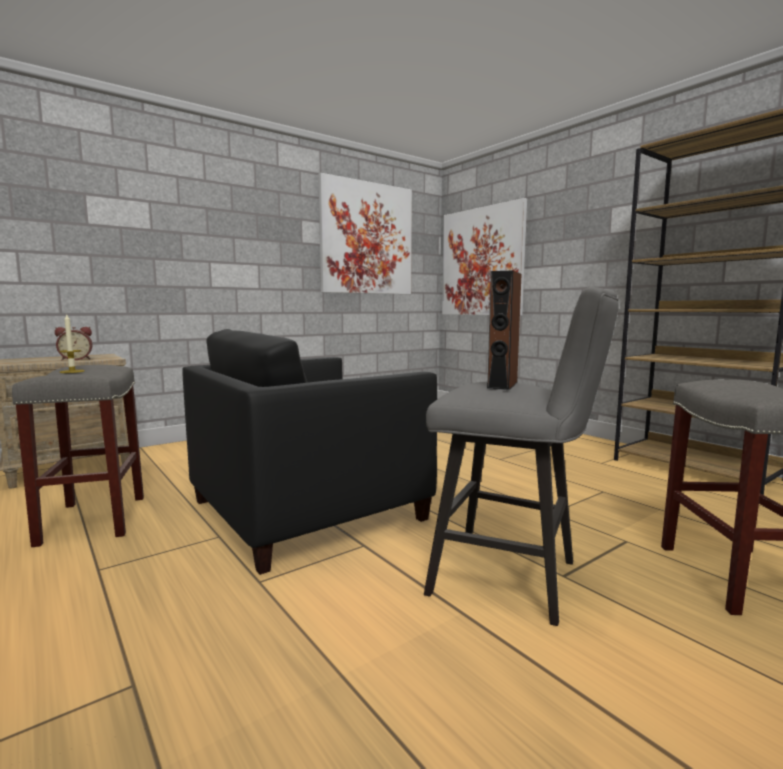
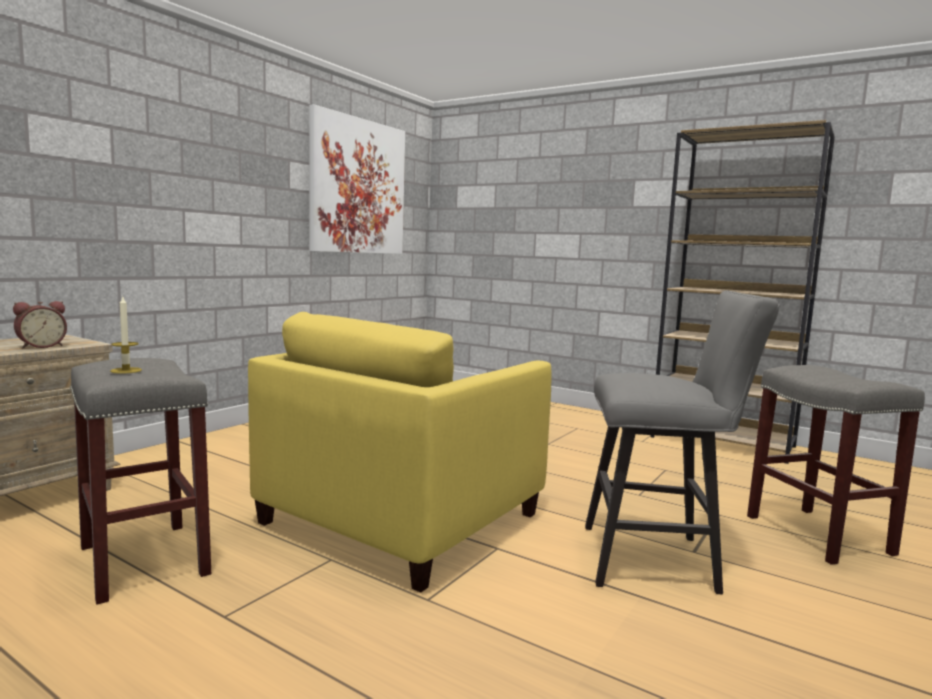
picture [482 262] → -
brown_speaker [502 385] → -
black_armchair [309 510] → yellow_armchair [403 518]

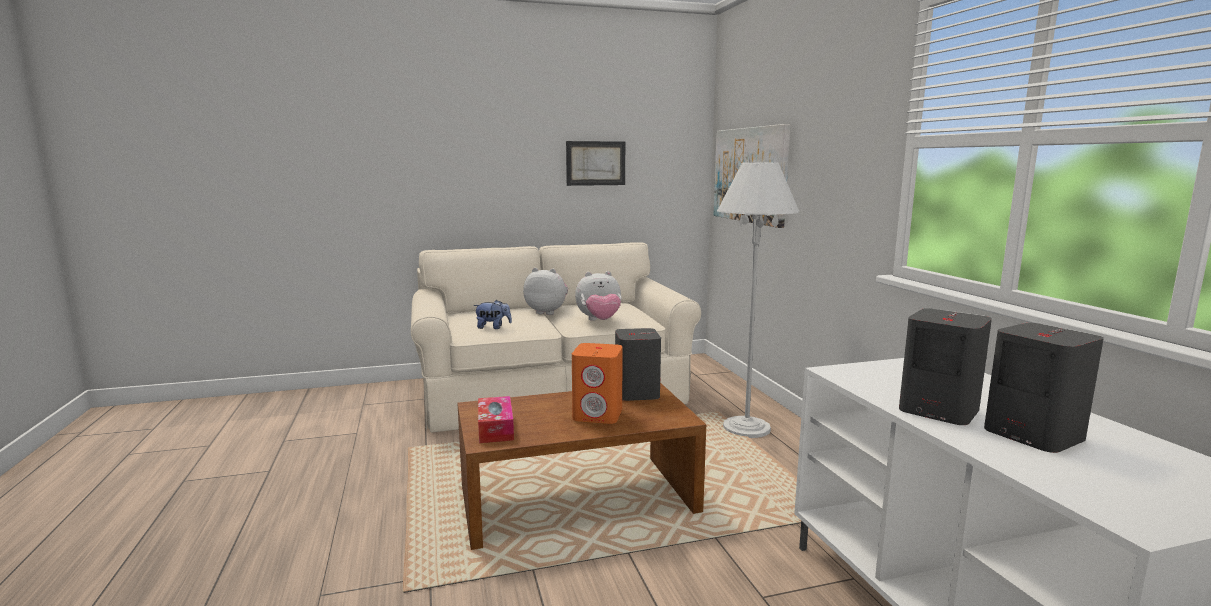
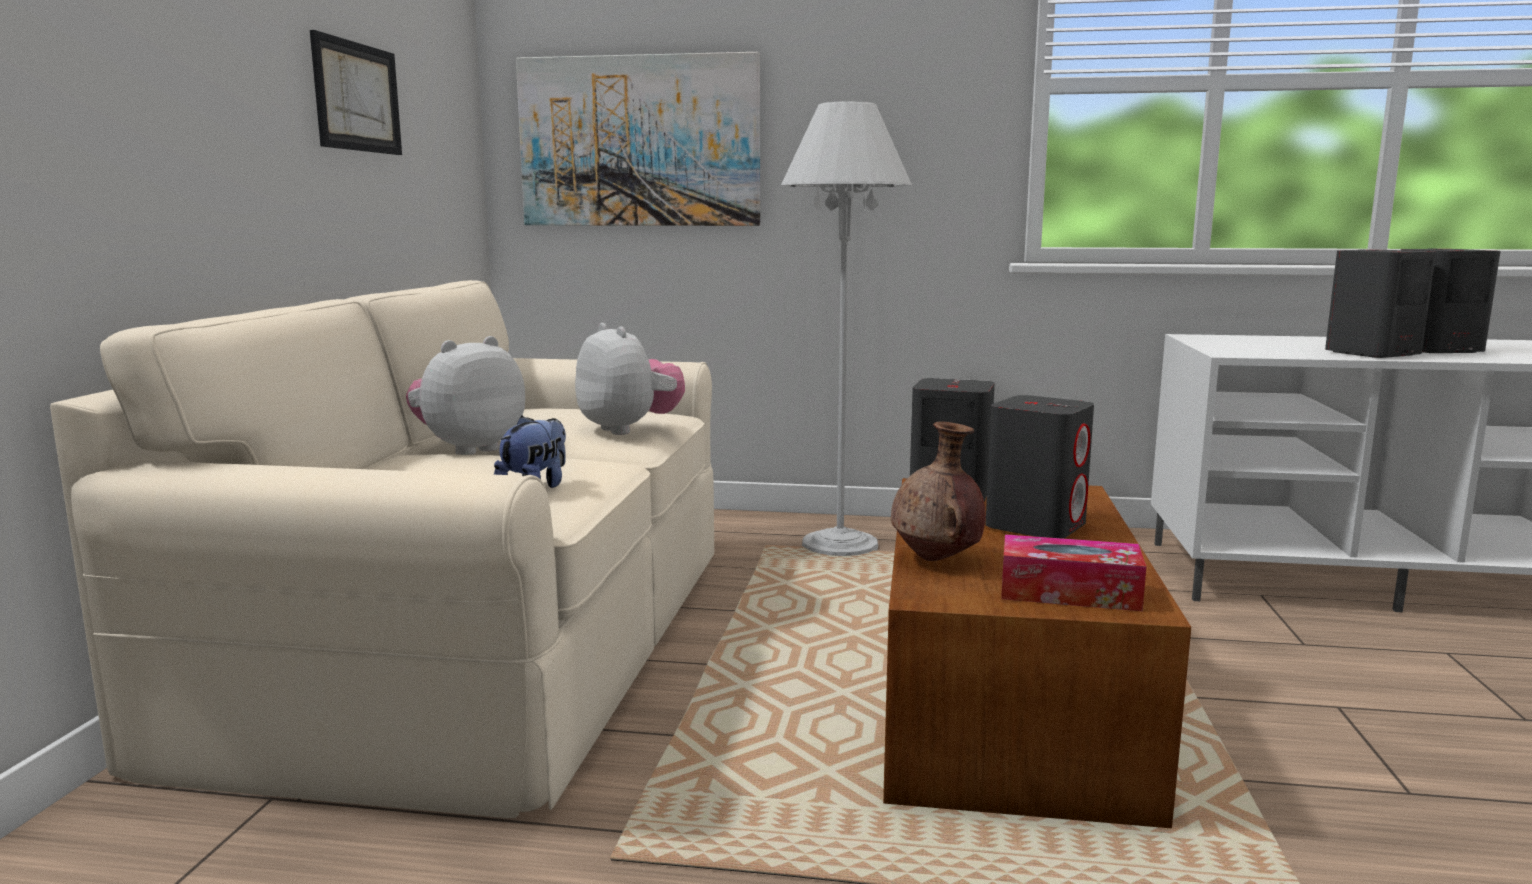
plush_toy [599 321] → plush_toy [629 429], 45 degrees counterclockwise
orange_speaker [598 415] → grey_speaker [1036 525]
- → brown_vase [937 559]

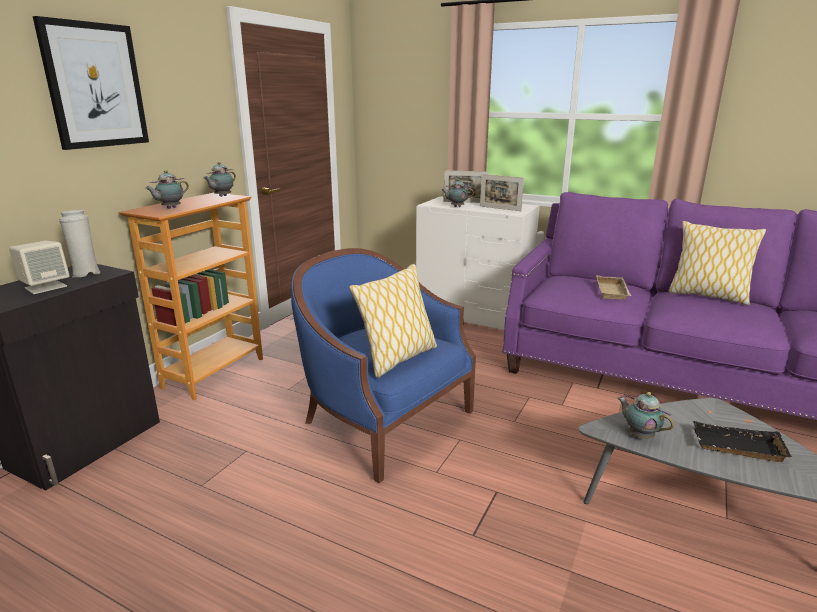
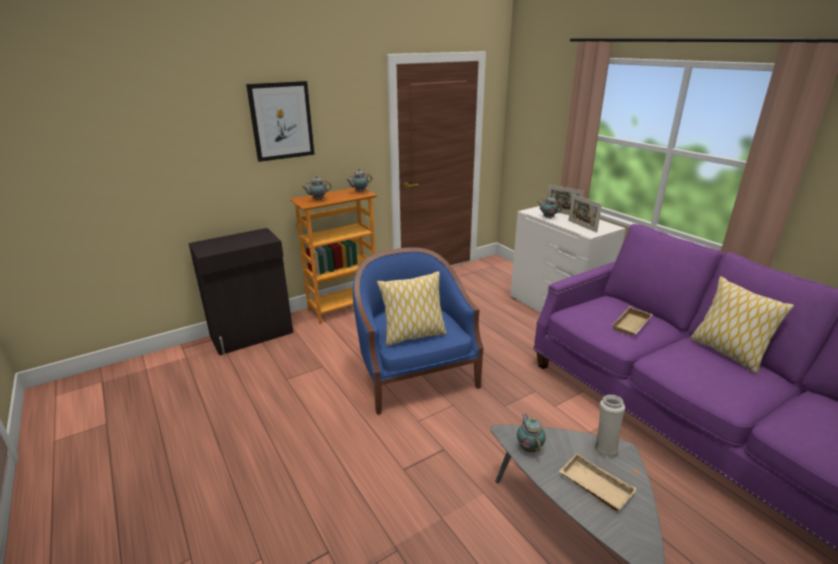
white_vase [86 274] → white_vase [604 447], move
beige_speaker [45 287] → -
black_tray [736 448] → beige_tray [593 486]

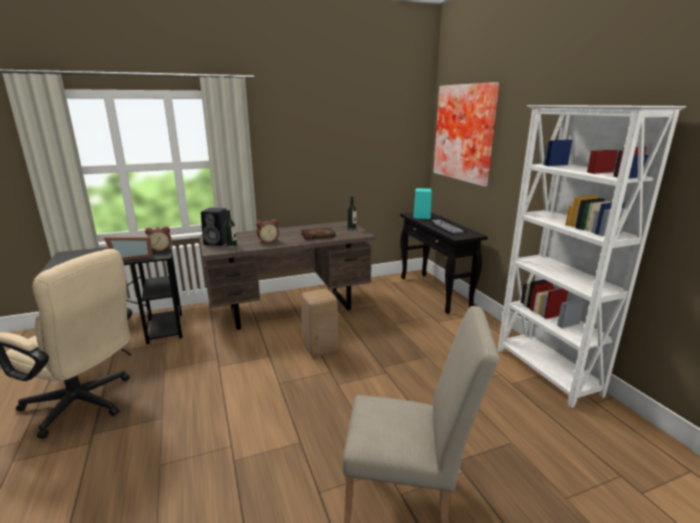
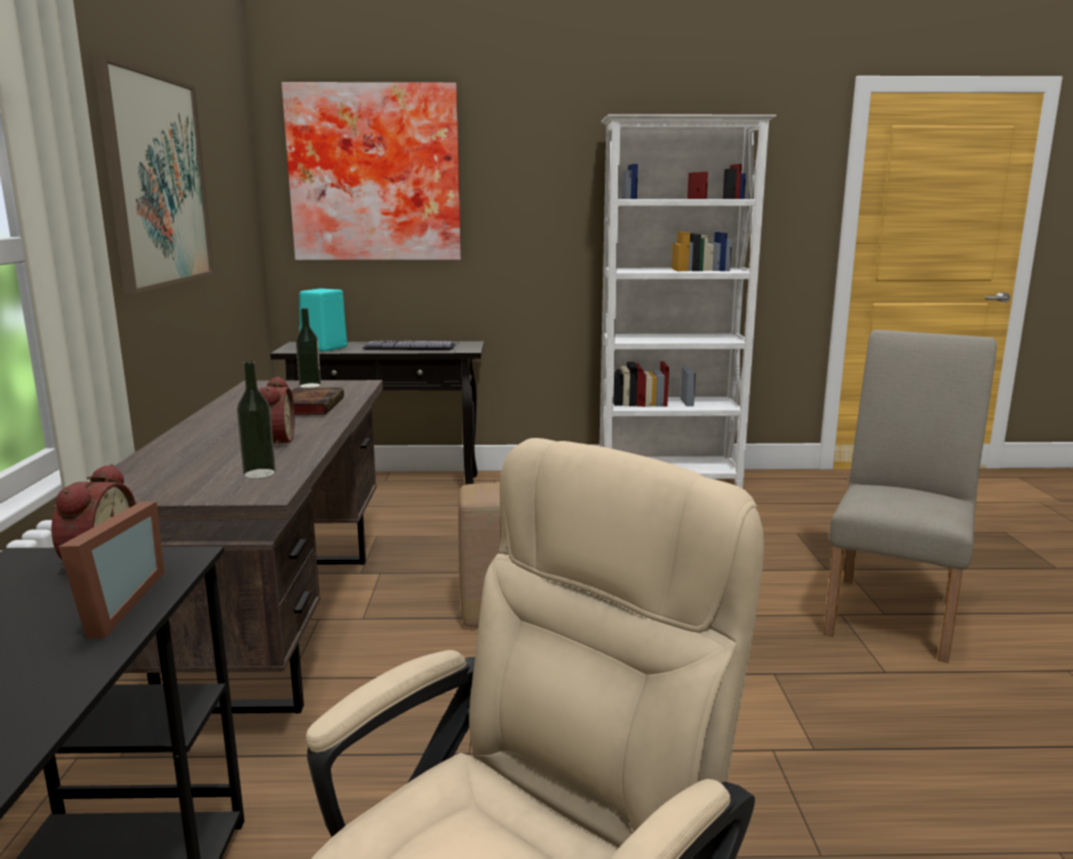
black_speaker [218 242] → -
- → picture [157 181]

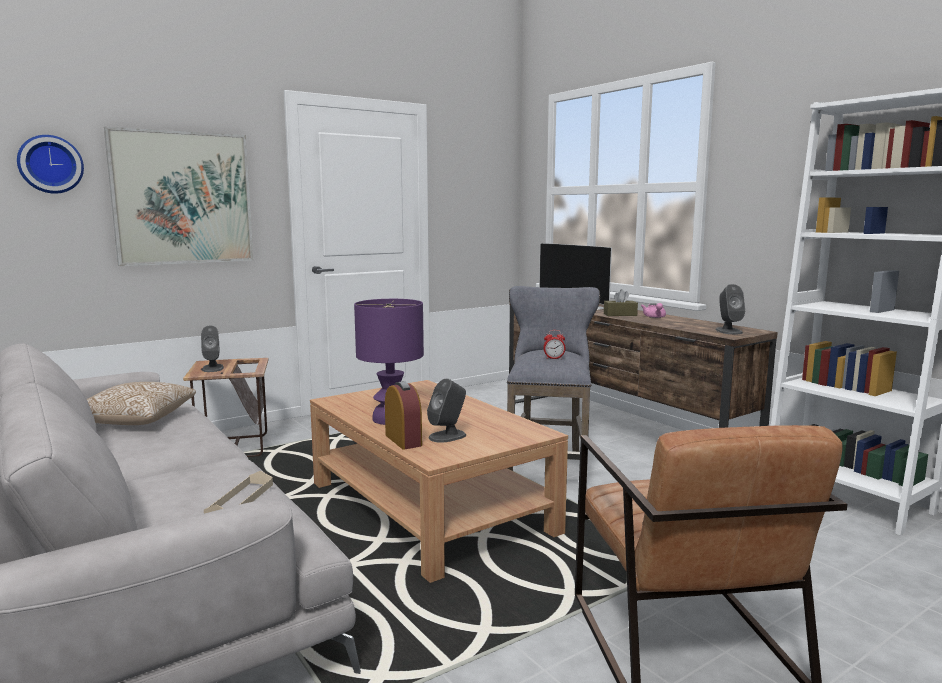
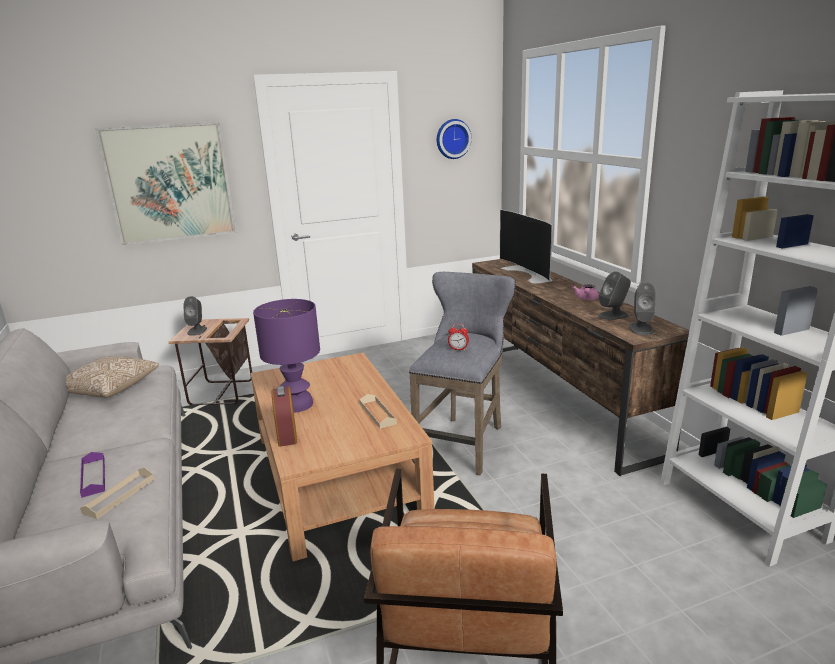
wall_clock [50 164] → wall_clock [452 139], move
brown_tissue_box [620 314] → -
grey_speaker [448 436] → grey_speaker [613 315], move
- → beige_tray [377 413]
- → purple_tray [93 477]

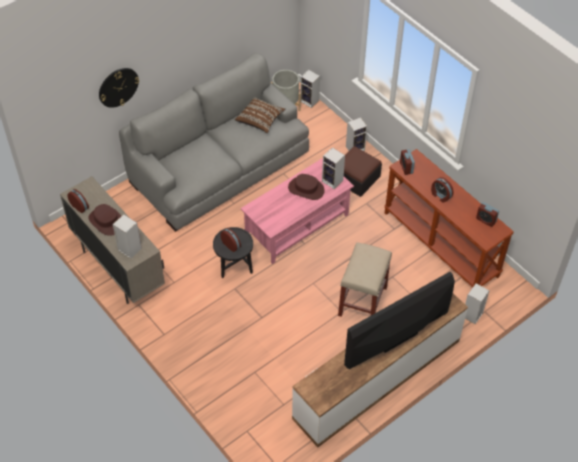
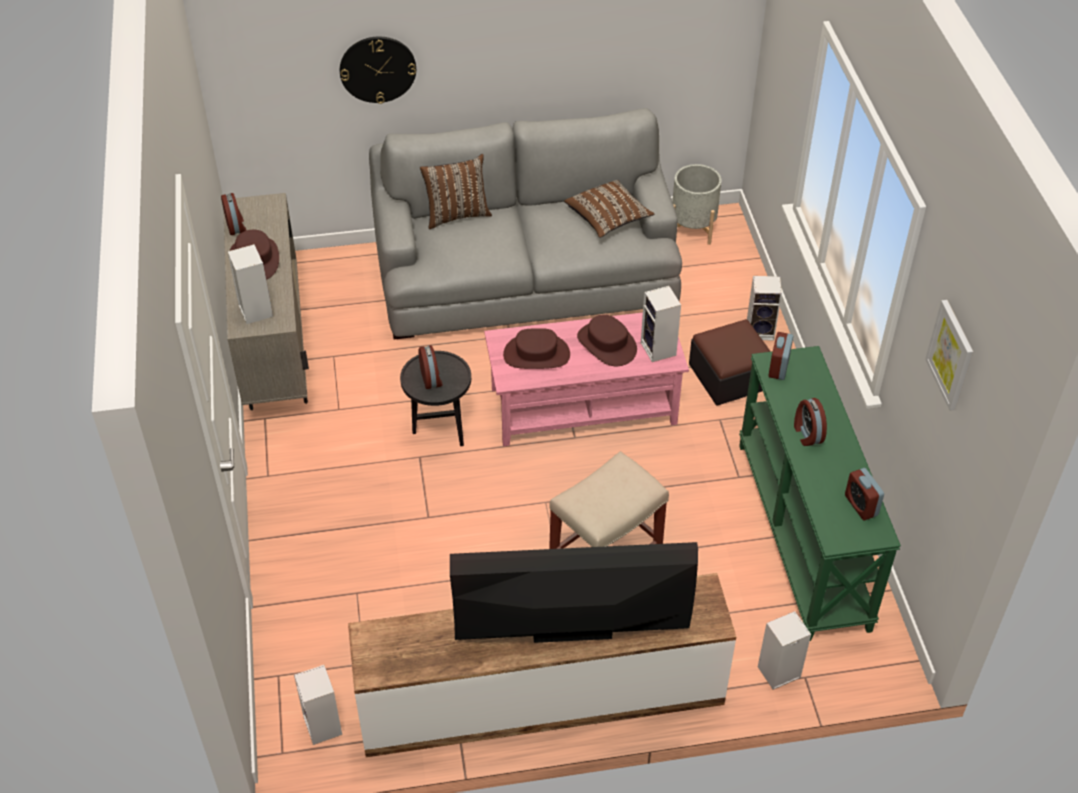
speaker [310 101] → speaker [324 727], move
brown_console_table [441 244] → green_console_table [804 534]
- → brown_pillow [457 215]
- → picture [951 355]
- → brown_hat [536 355]

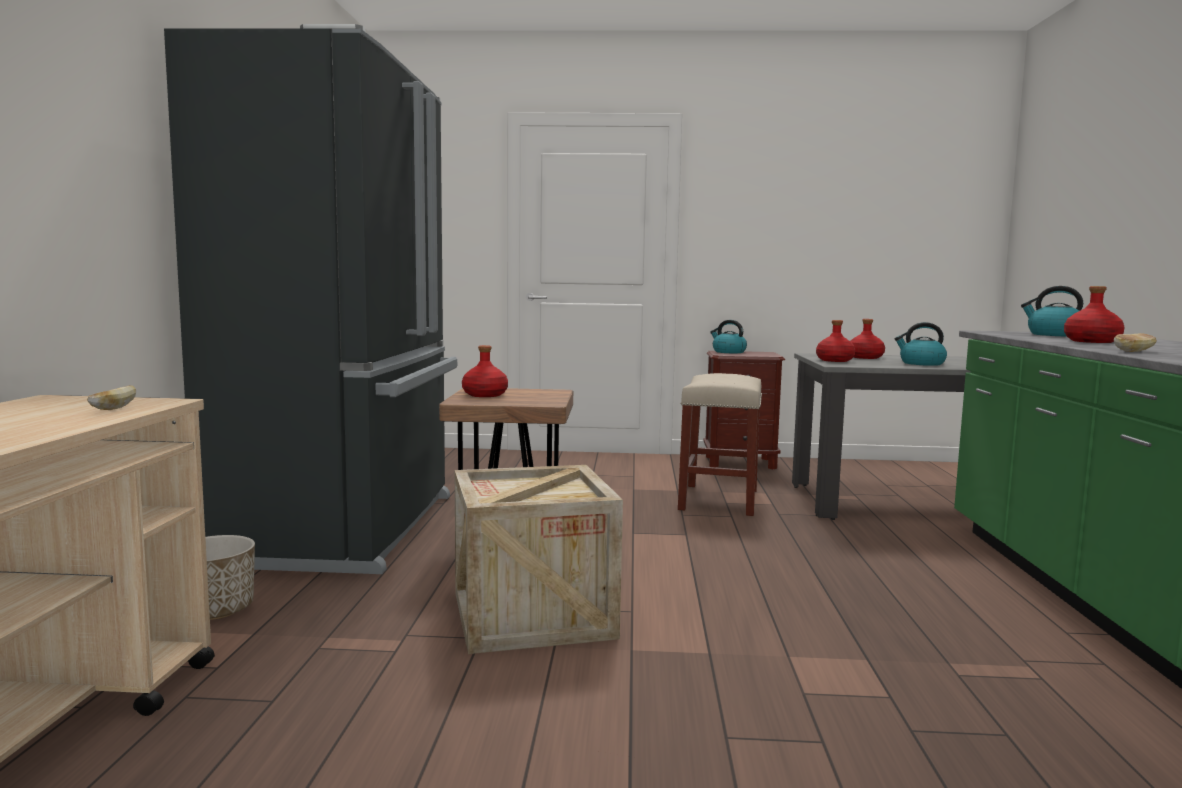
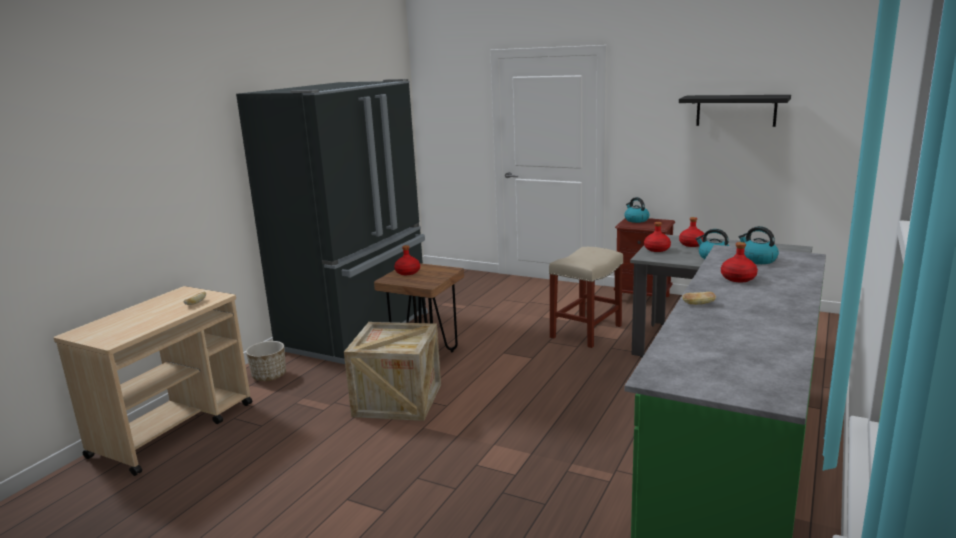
- → black_shelf [736 110]

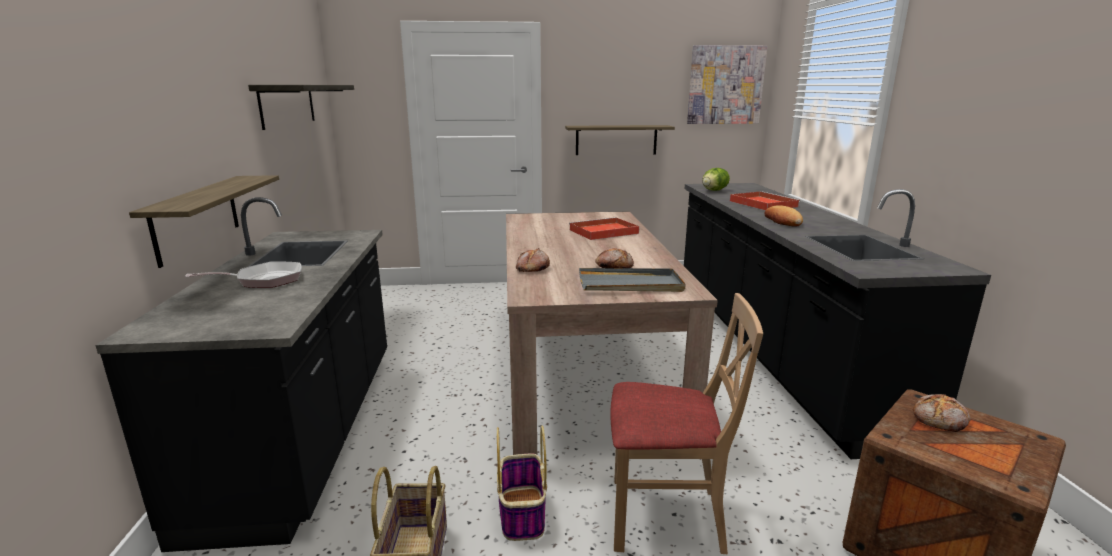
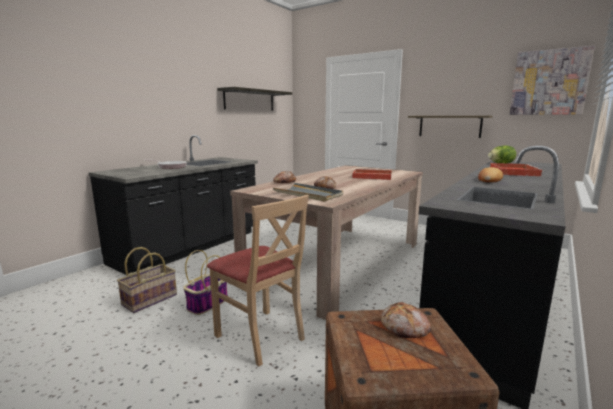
shelf [197 218] → -

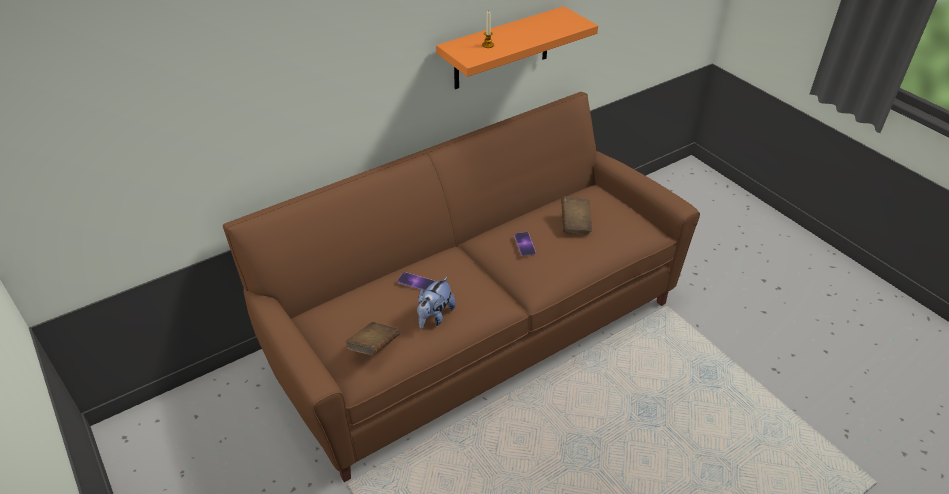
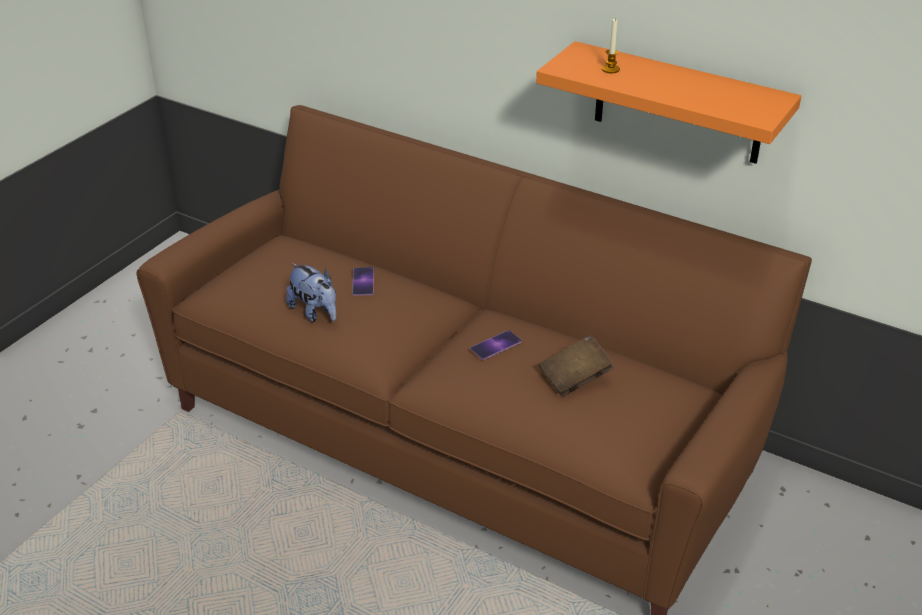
plush_toy [435 316] → plush_toy [315 312], 135 degrees counterclockwise
brown_book [373 347] → -

